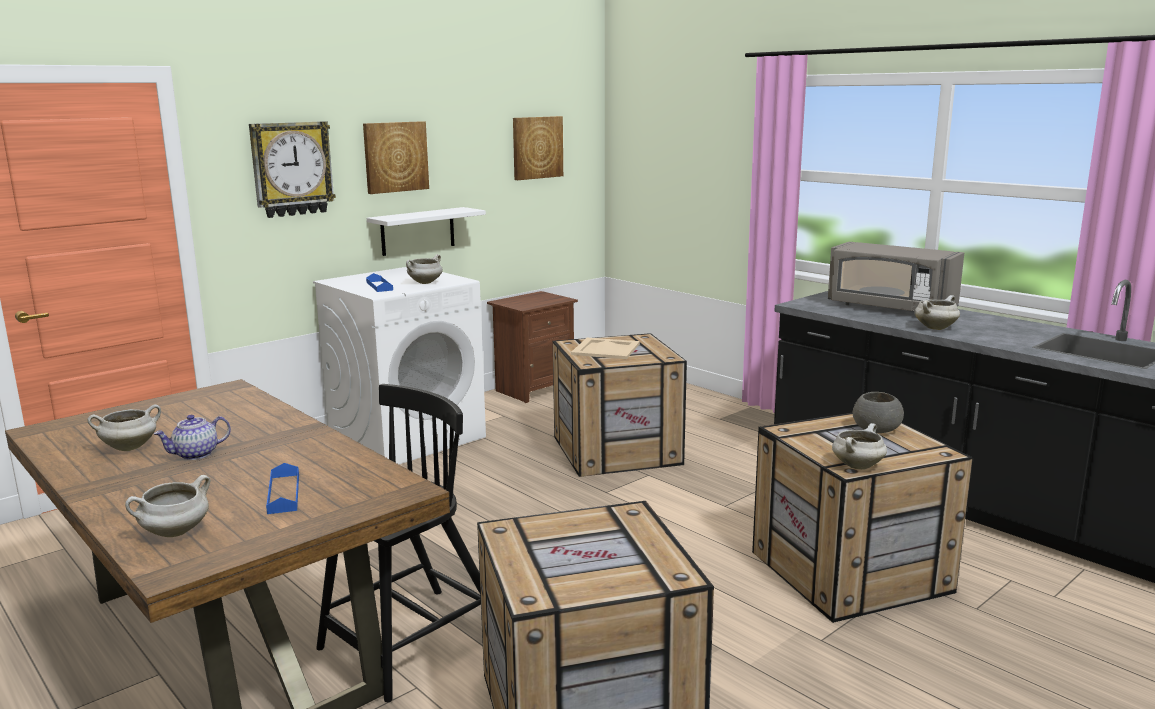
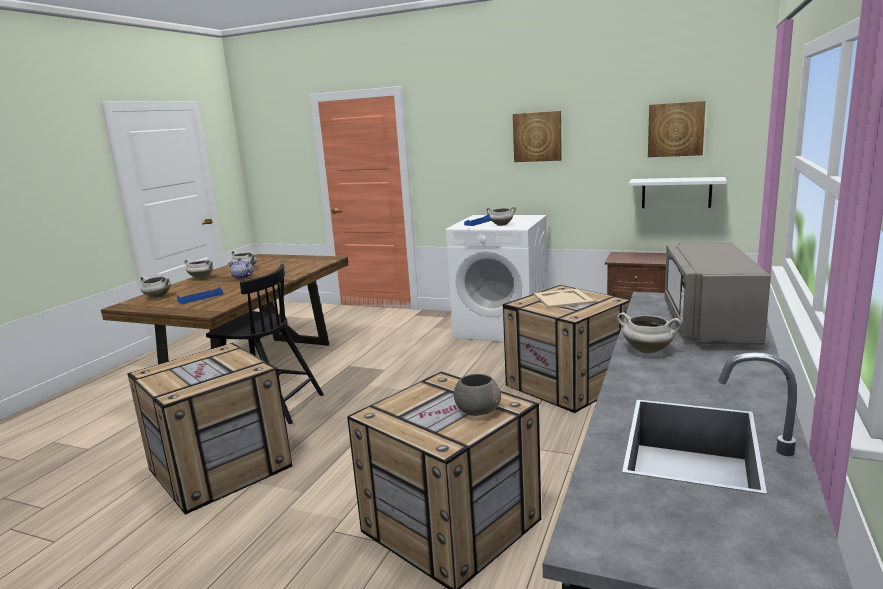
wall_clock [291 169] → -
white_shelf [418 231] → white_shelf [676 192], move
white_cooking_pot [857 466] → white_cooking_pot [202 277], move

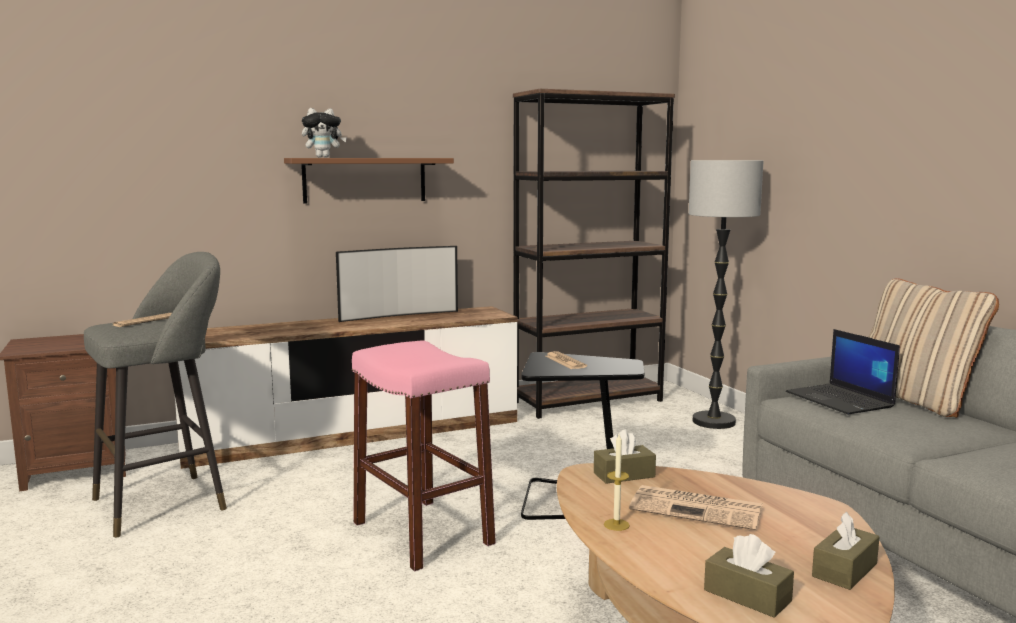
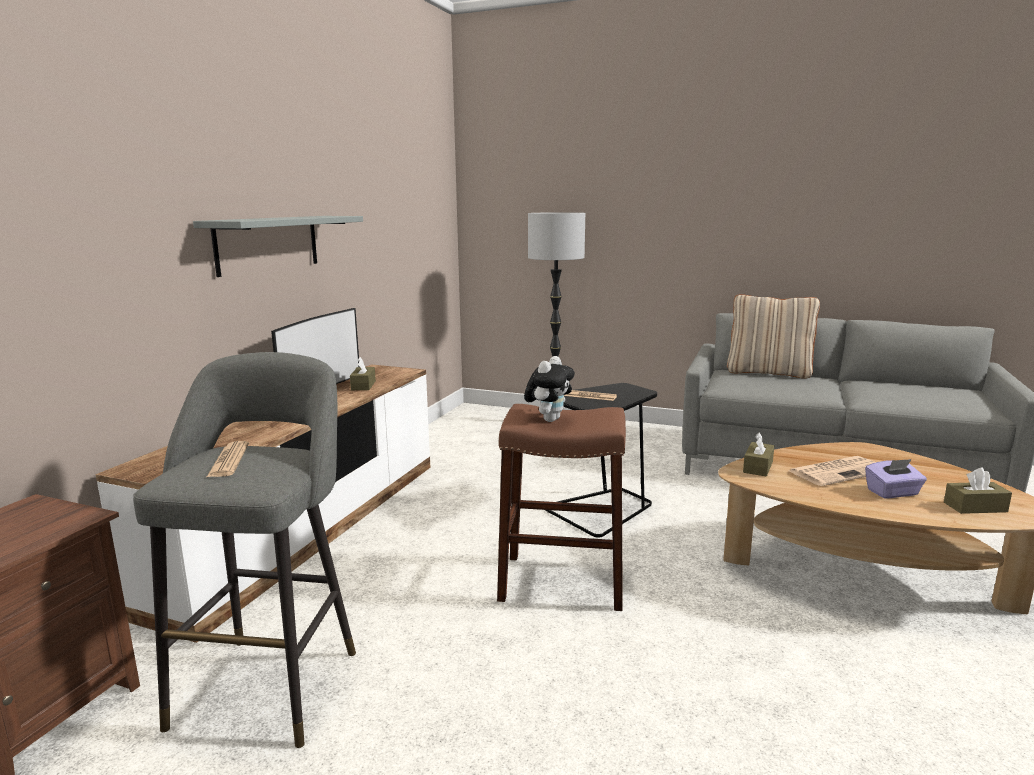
brown_bookcase [588 401] → -
plush_toy [324 157] → plush_toy [549 419], move
brown_shelf [365 180] → grey_shelf [268 244]
laptop [841 400] → -
pink_stool [422 533] → brown_stool [562 582]
candle [616 525] → -
brown_tissue_box [844 570] → brown_tissue_box [363 385], move
- → purple_tissue_box [893 493]

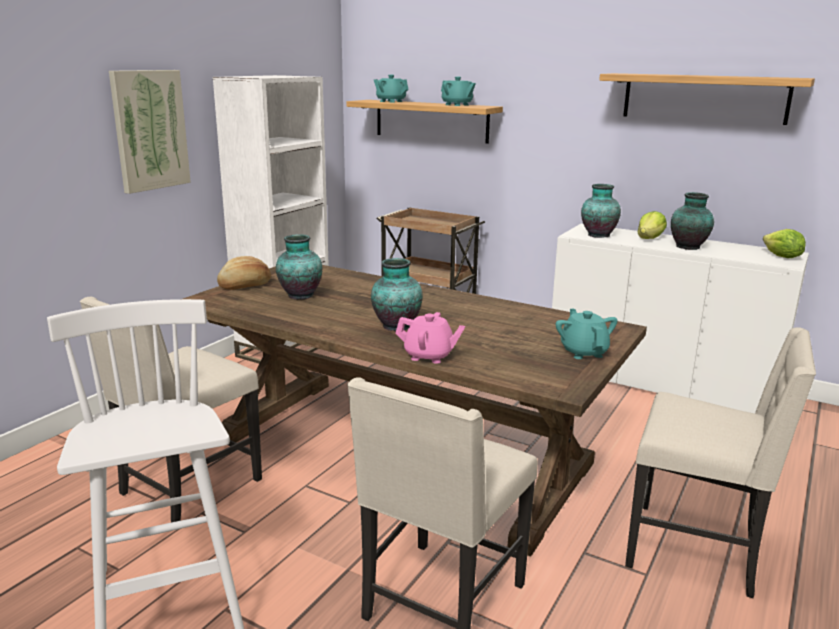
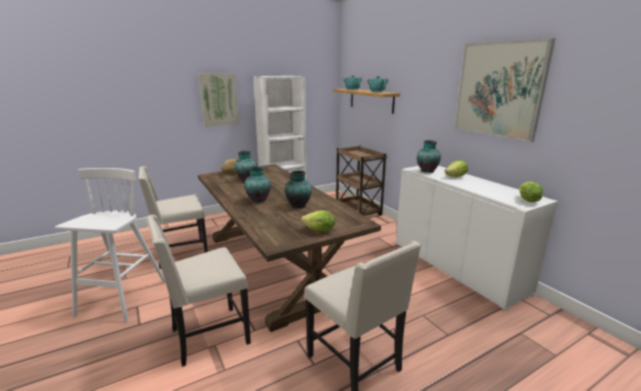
shelf [704 98] → picture [498 89]
vase [689 247] → vase [298 206], move
turquoise_teapot [583 352] → lettuce [319 230]
pink_teapot [429 356] → -

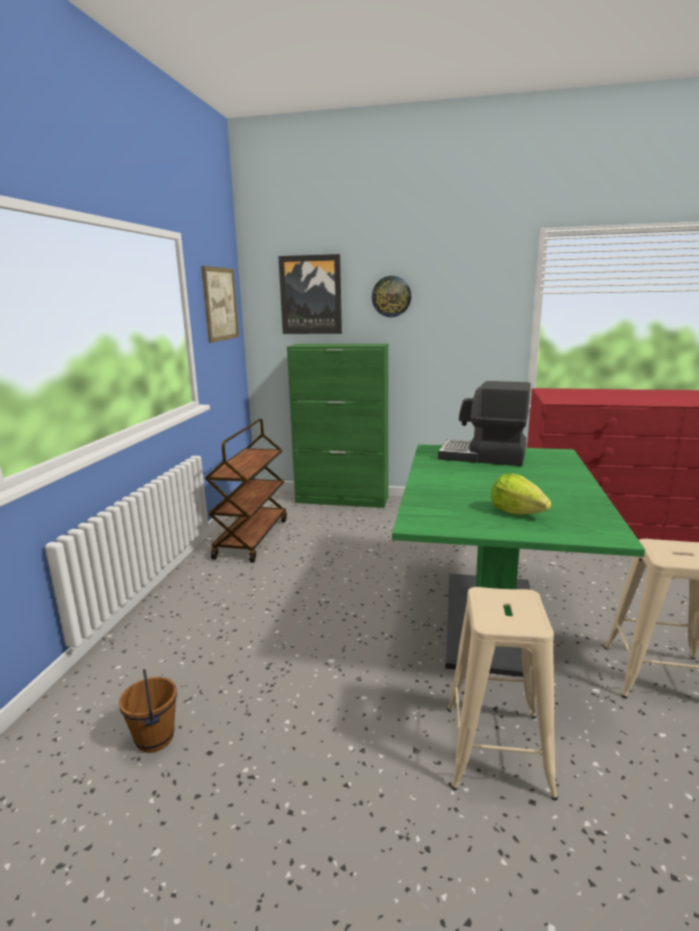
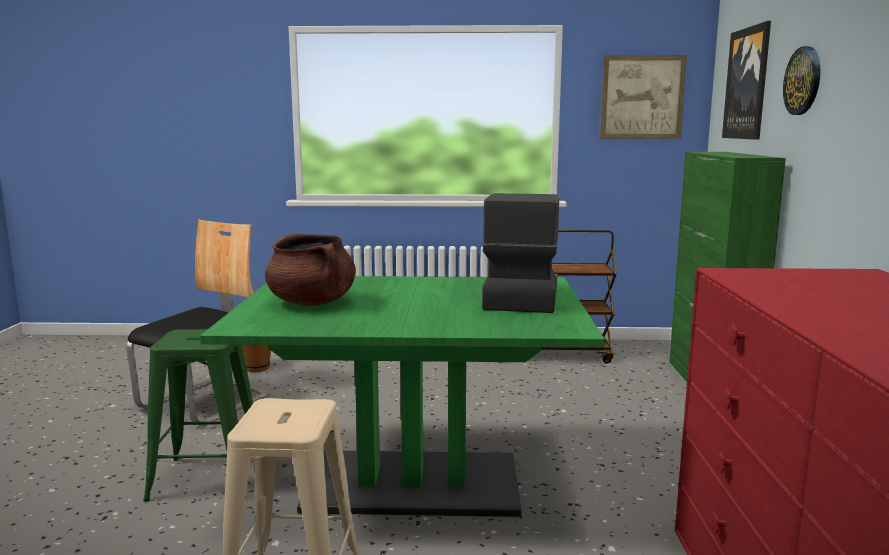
lettuce [517 512] → brown_cooking_pot [312 303]
beige_stool [496 749] → green_stool [207 478]
- → chair [206 403]

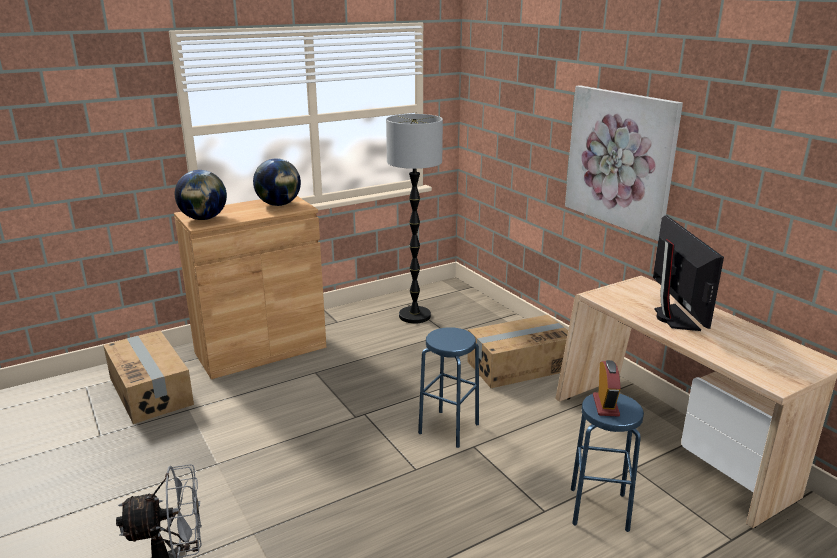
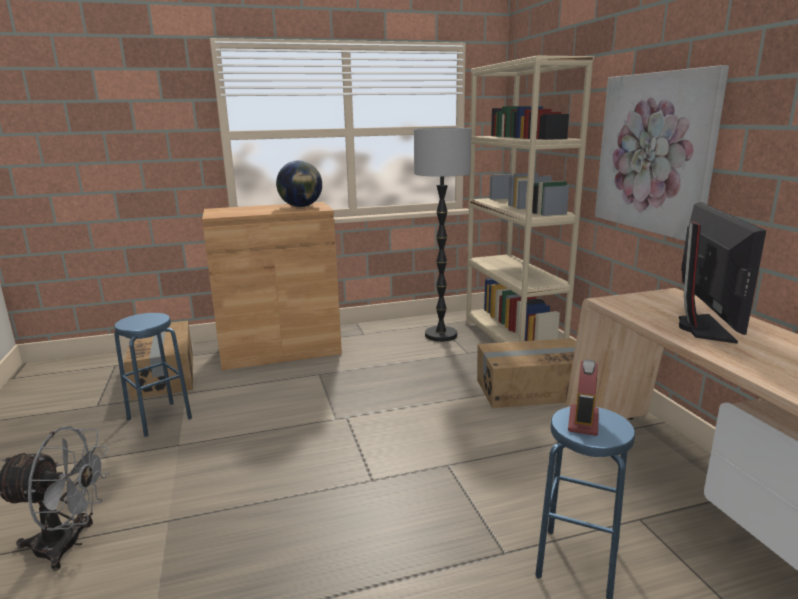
globe [204 218] → -
blue_stool [449 428] → blue_stool [159 419], move
- → beige_bookcase [512 341]

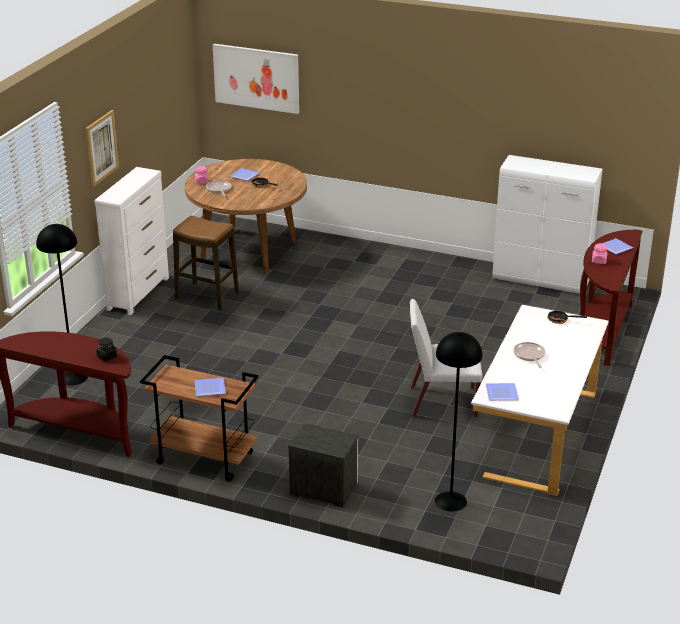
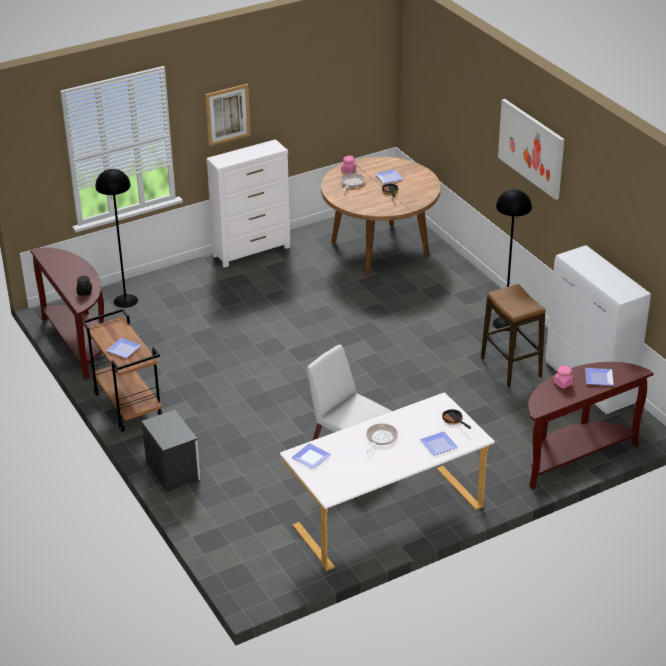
picture [256 78] → picture [531 148], move
stool [207 296] → stool [510 367], move
black_floor_lamp [450 501] → black_floor_lamp [505 323], move
- → plate [439 444]

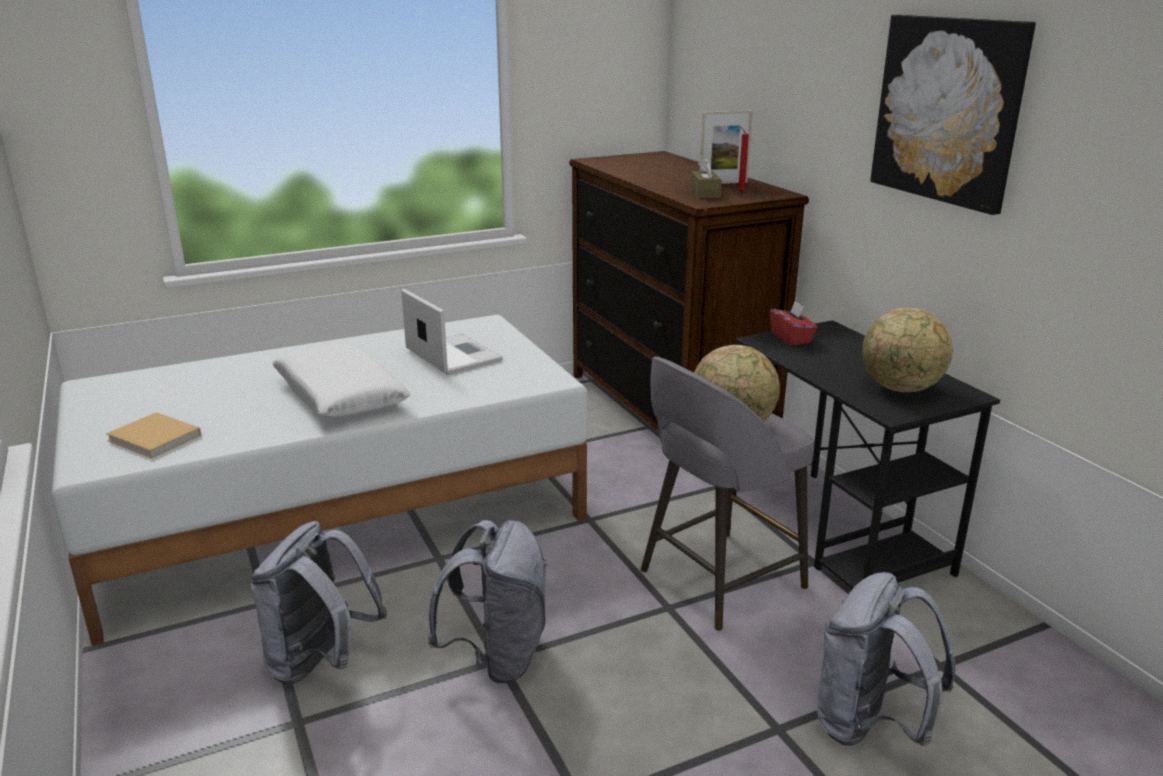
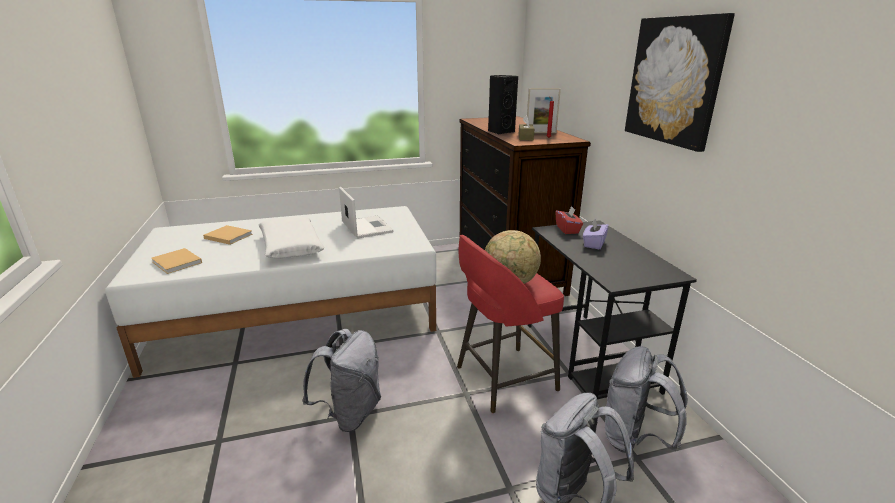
globe [901 389] → -
grey_stool [718 580] → red_stool [503 379]
grey_backpack [320 663] → grey_backpack [634 438], move
- → black_speaker [500 131]
- → purple_tissue_box [593 244]
- → beige_book [227 236]

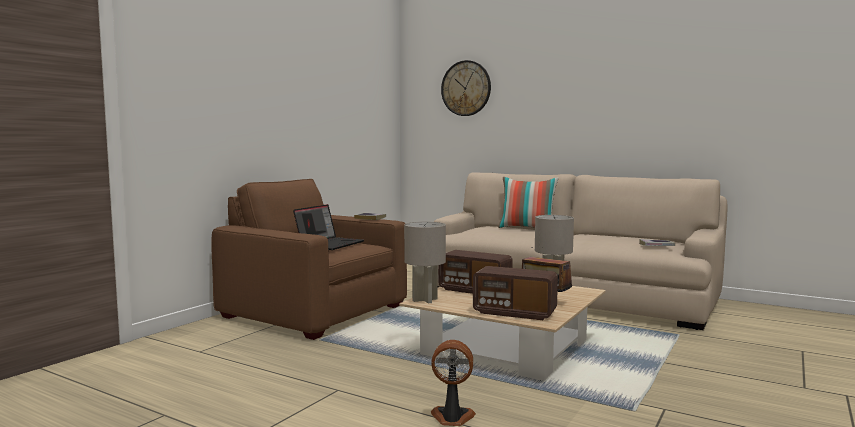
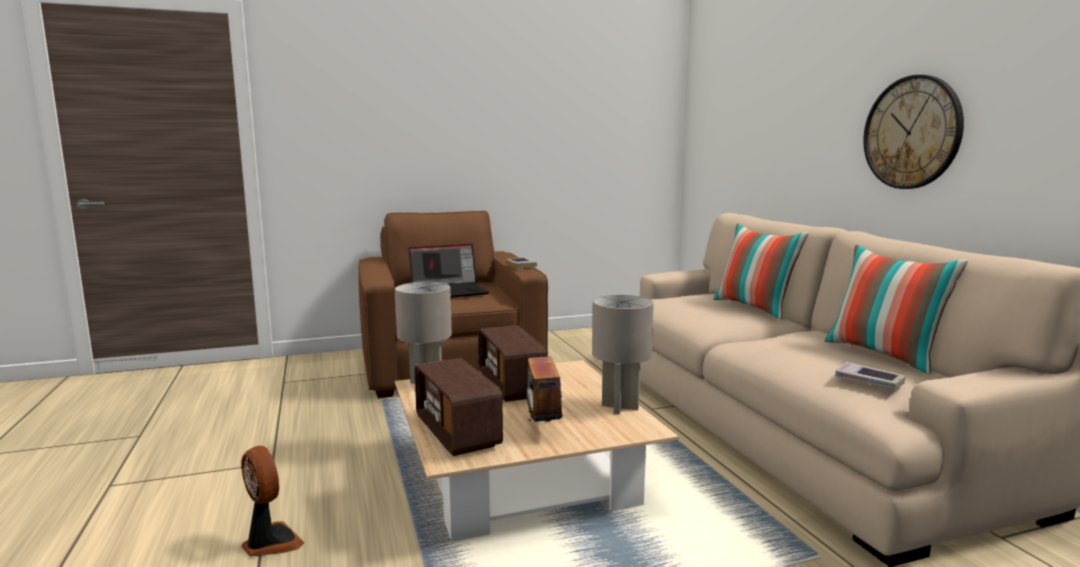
wall_clock [466 88] → wall_clock [912 133], move
- → pillow [884 355]

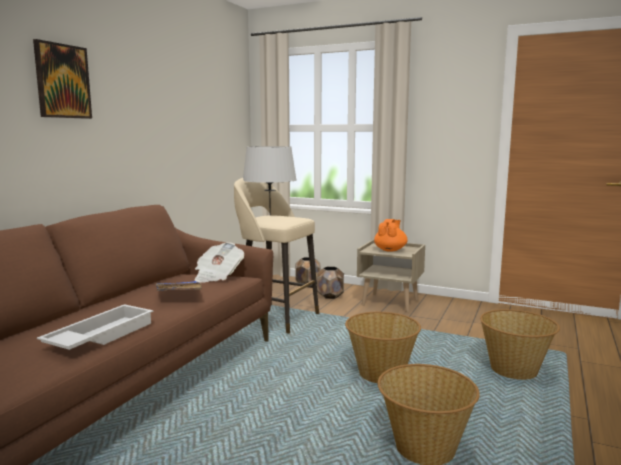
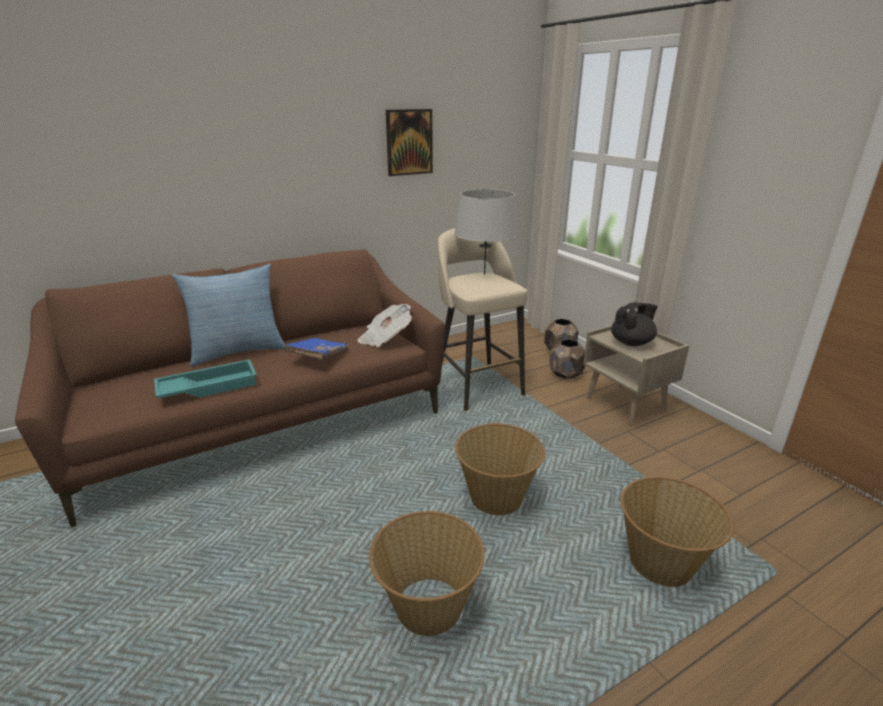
picture [62 81] → picture [409 142], move
orange_teapot [390 250] → black_teapot [632 343]
white_tray [100 336] → turquoise_tray [209 386]
- → pillow [238 351]

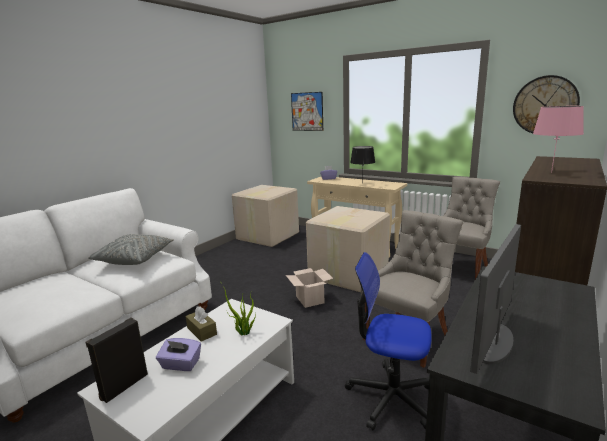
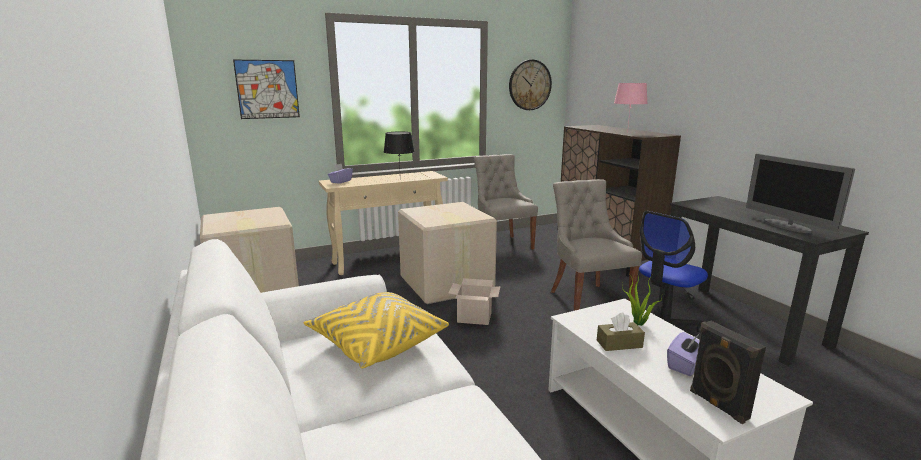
grey_pillow [135 258] → yellow_pillow [376 342]

